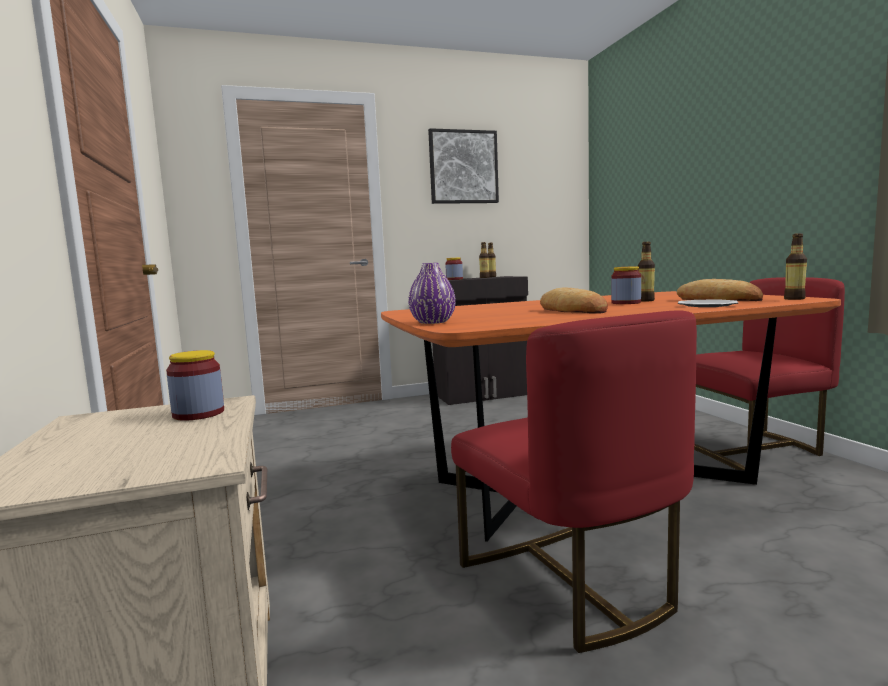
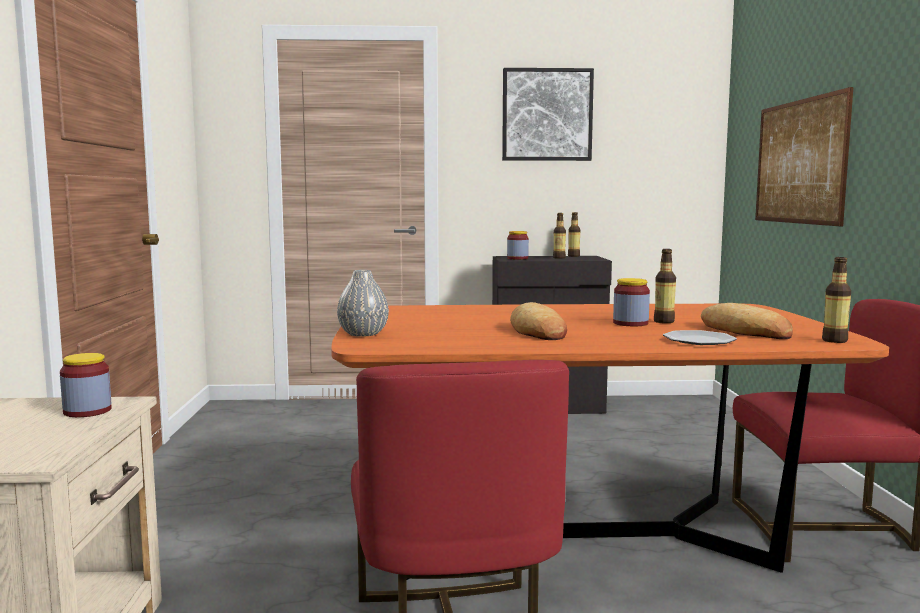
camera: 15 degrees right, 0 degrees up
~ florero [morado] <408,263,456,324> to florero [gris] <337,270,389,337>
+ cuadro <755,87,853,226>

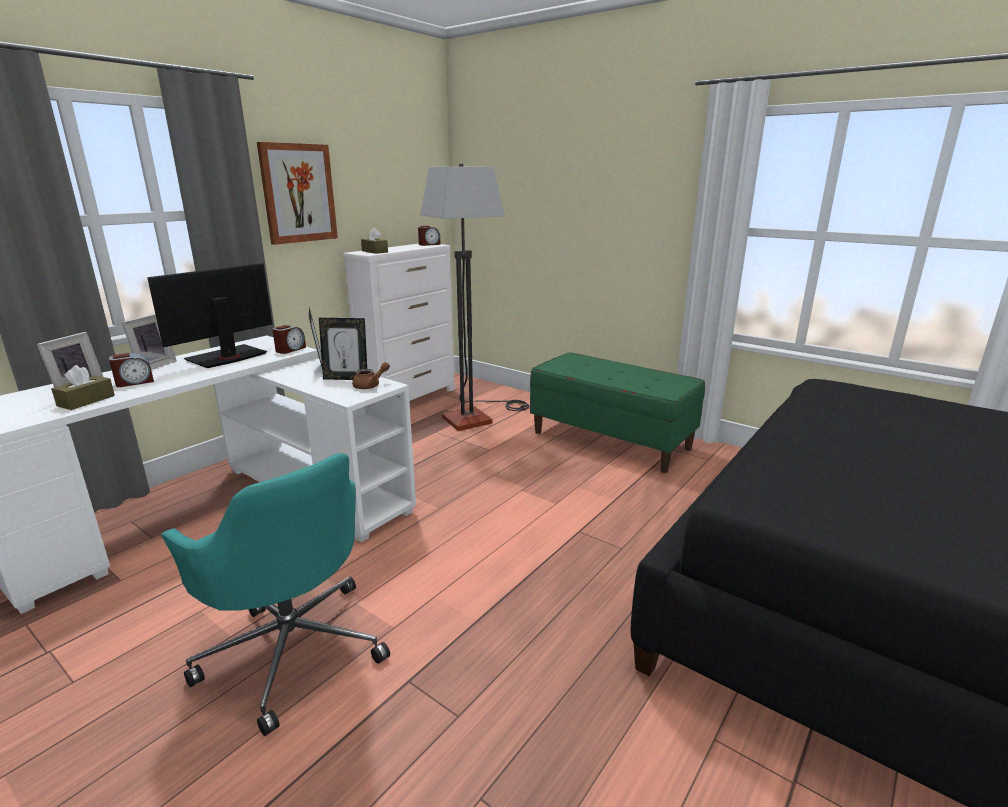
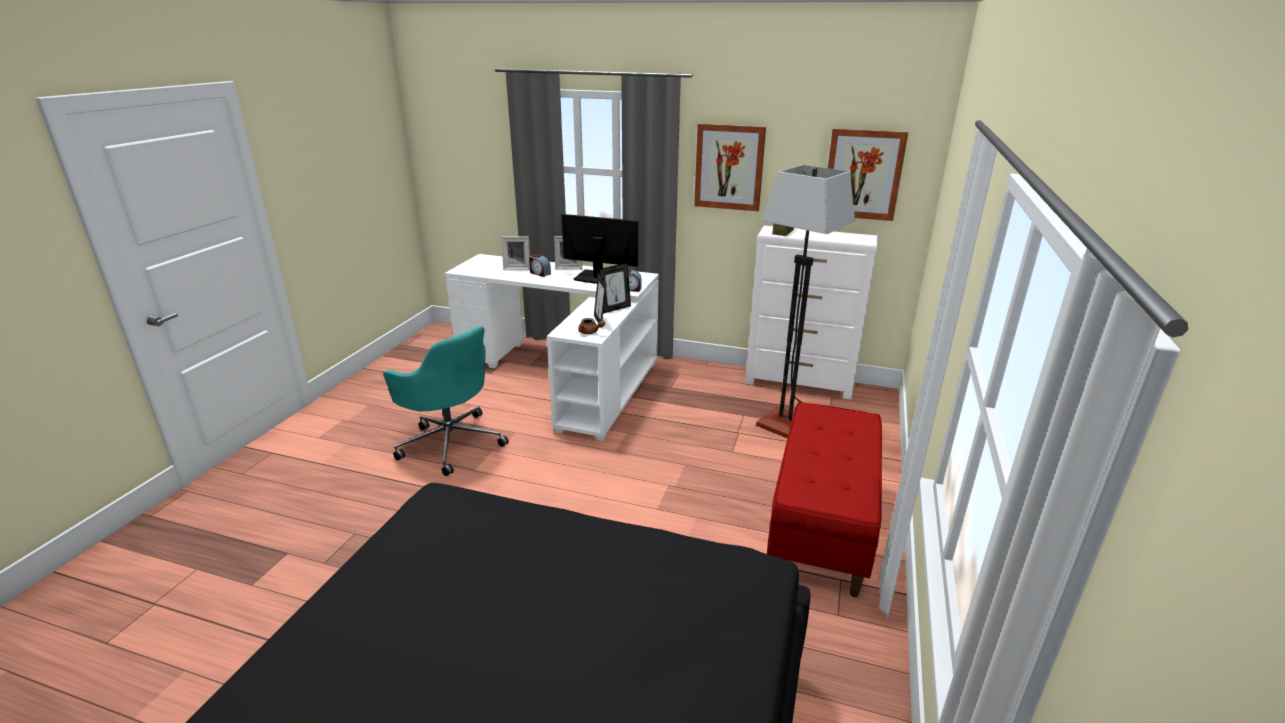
camera: 70 degrees right, 5 degrees up
~ silla de oficina [turquesa] <161,453,390,736> = <383,326,509,476> 75 degrees counterclockwise
~ banco [verde] <530,352,705,473> to banco [rojo] <767,402,882,597>
+ cuadro <828,129,908,221>
- caja de pañuelos [marrón] <51,365,115,410>
- despertador <418,226,441,246>

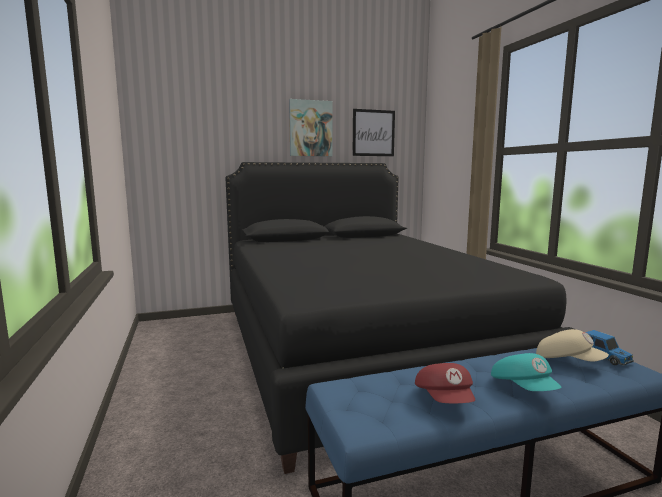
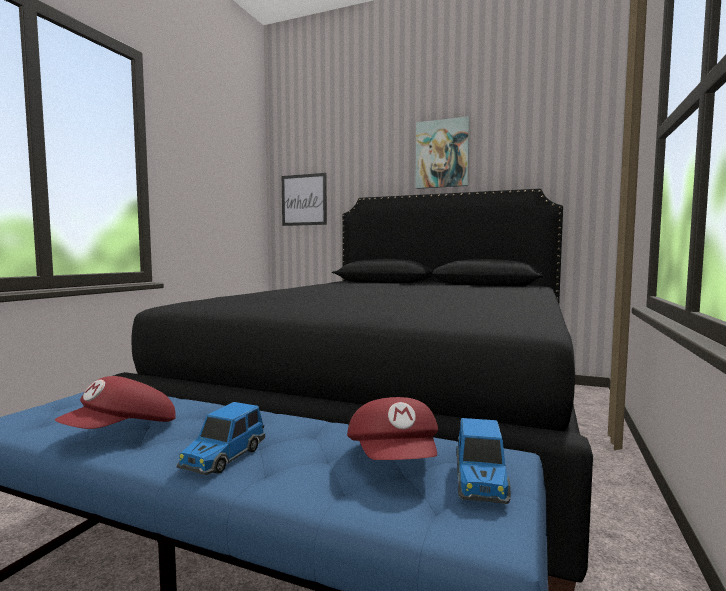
camera: 40 degrees right, 5 degrees down
~ gorra [turquesa] <491,353,562,391> to coche de juguete <177,402,265,475>
~ cuadro <352,109,395,156> to <282,173,327,226>
~ gorra [beis] <536,329,609,362> to gorra [rojo] <347,397,439,460>

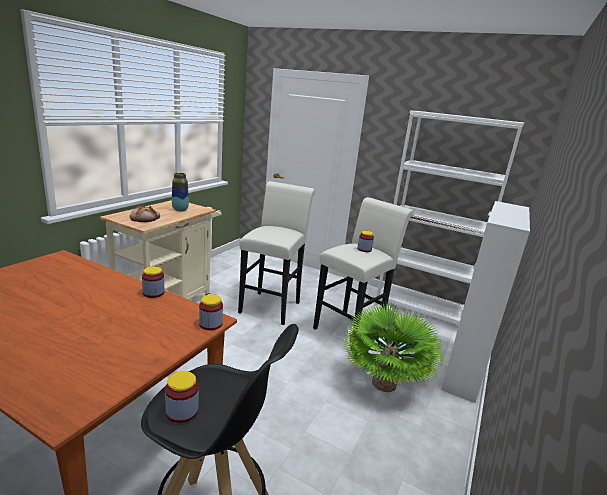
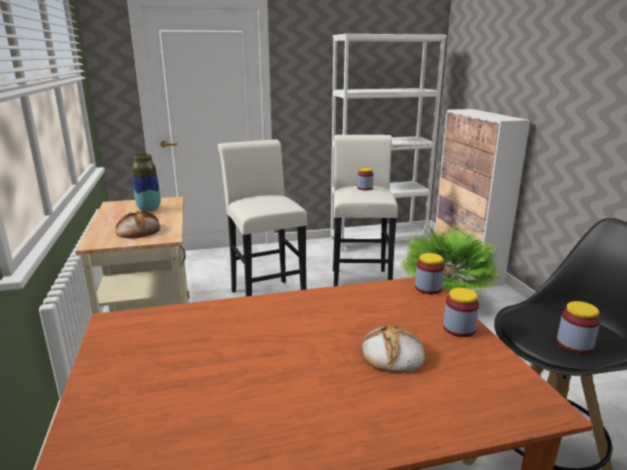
camera: 40 degrees left, 0 degrees up
+ pan <361,325,425,373>
~ tarro <142,266,164,298> to <443,288,479,337>

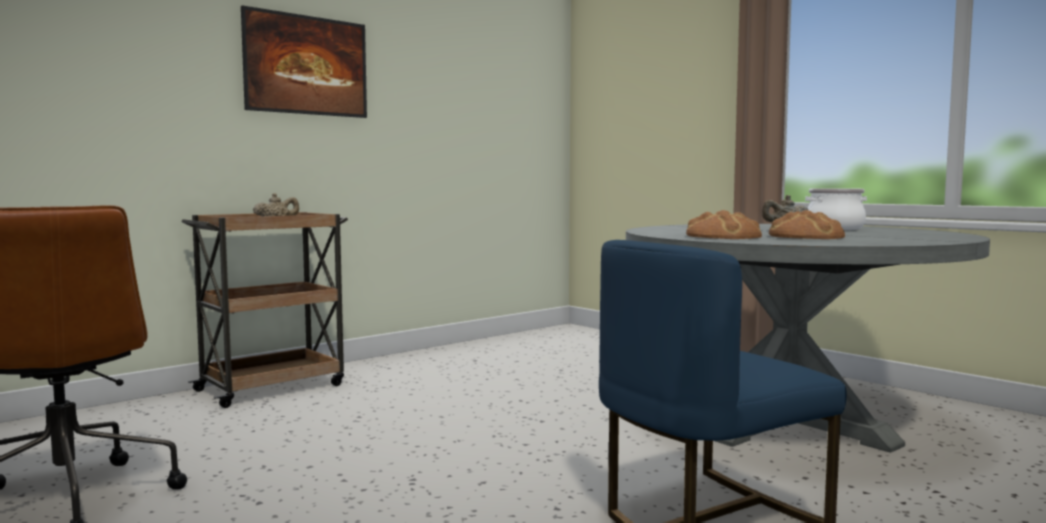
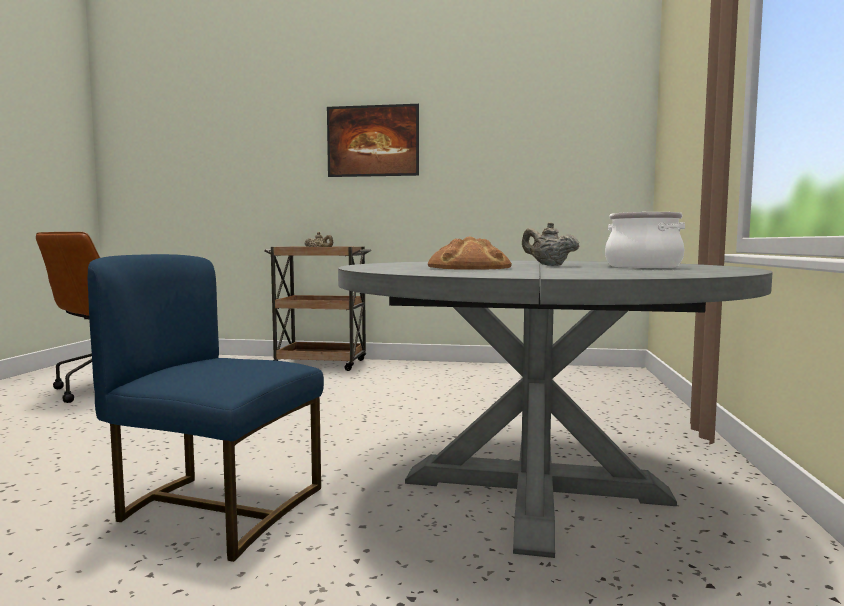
camera: 50 degrees right, 0 degrees up
- pan <686,210,762,239>

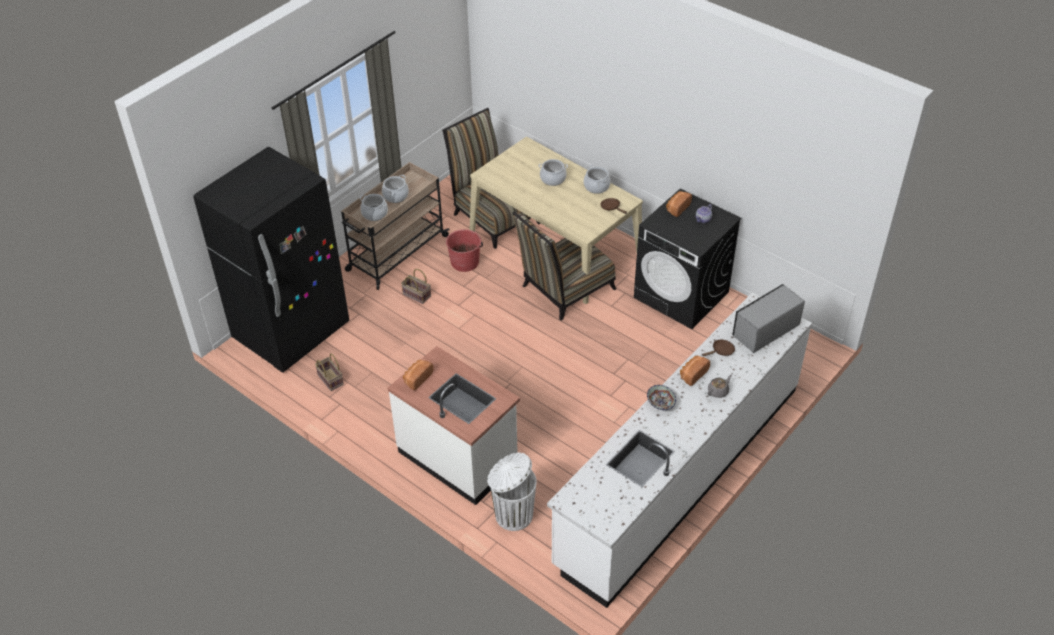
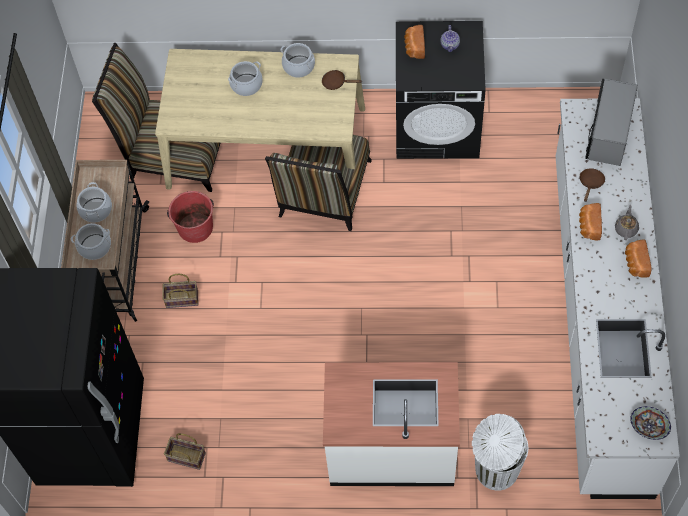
camera: 35 degrees left, 15 degrees up
~ pan <403,360,433,390> to <625,239,651,278>
~ cuenco <647,385,676,410> to <630,406,671,440>

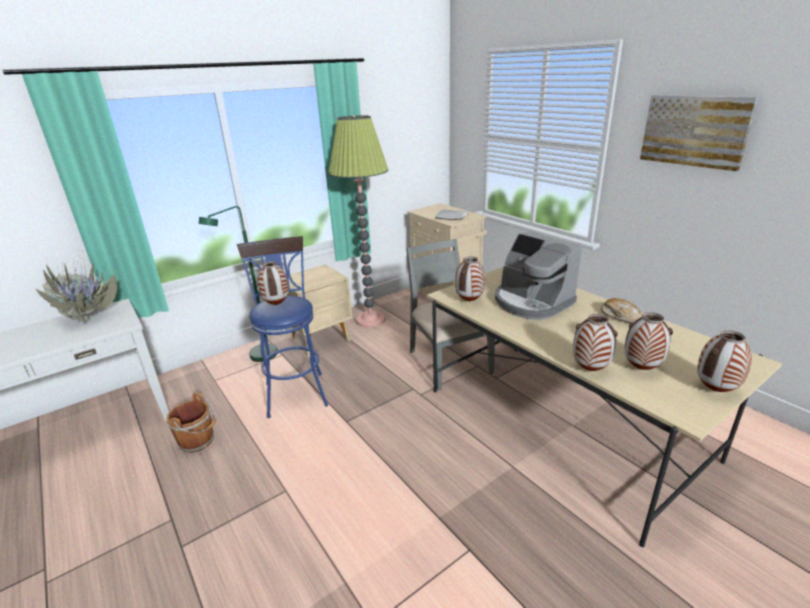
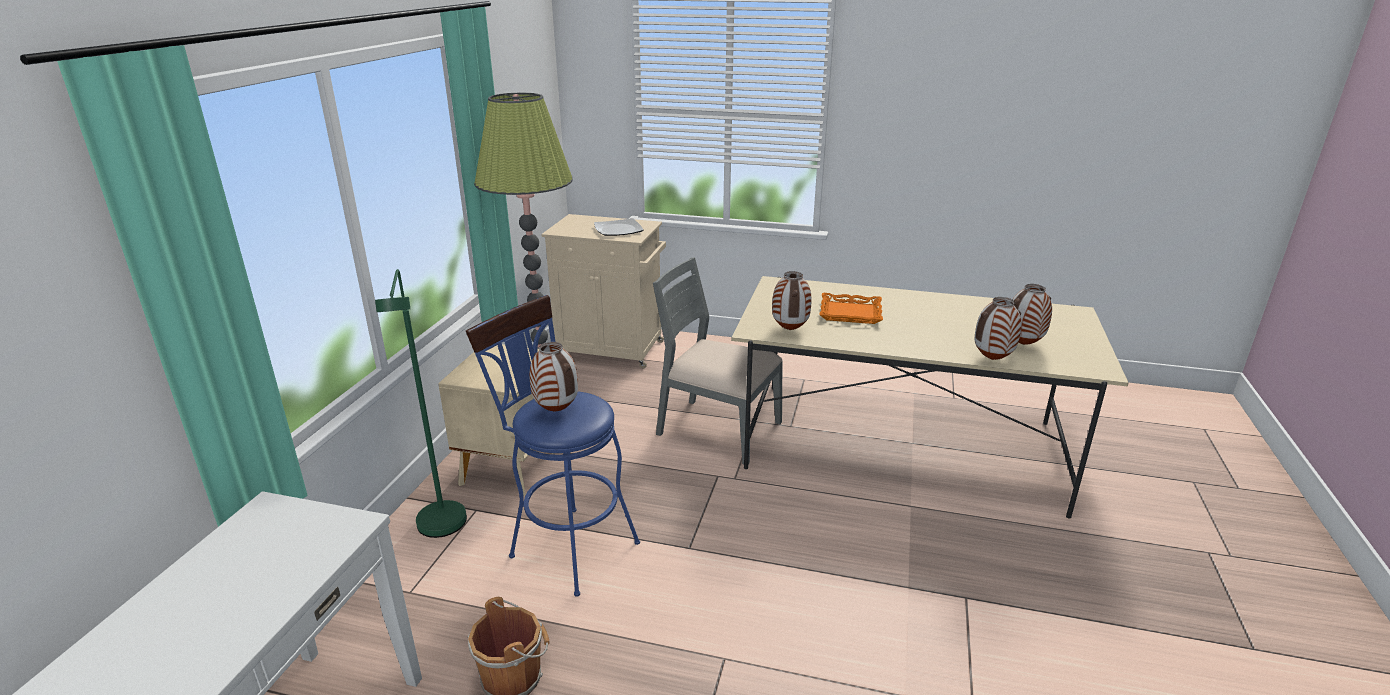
camera: 40 degrees left, 0 degrees up
~ cafetera <495,231,582,320> to bandeja [naranja] <819,293,883,324>
- planta en maceta <32,259,119,326>
- pan <601,298,642,323>
- cuadro <640,95,759,171>
- florero <697,330,752,392>

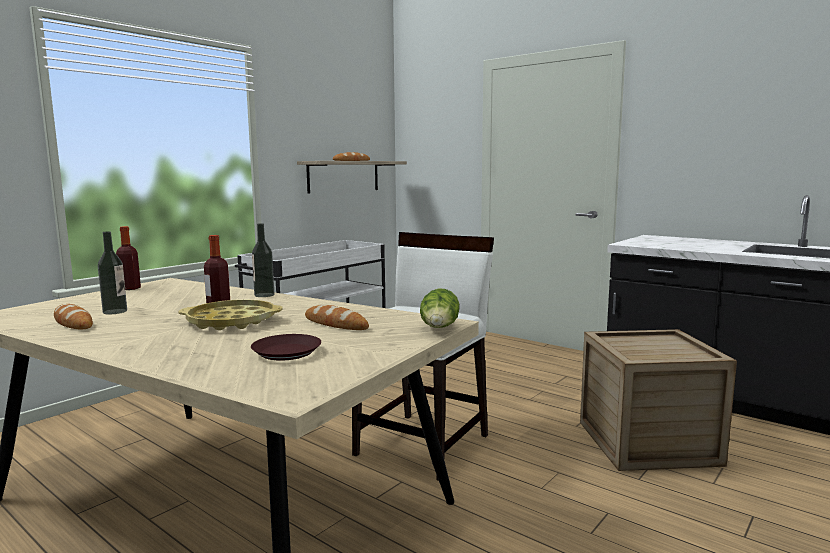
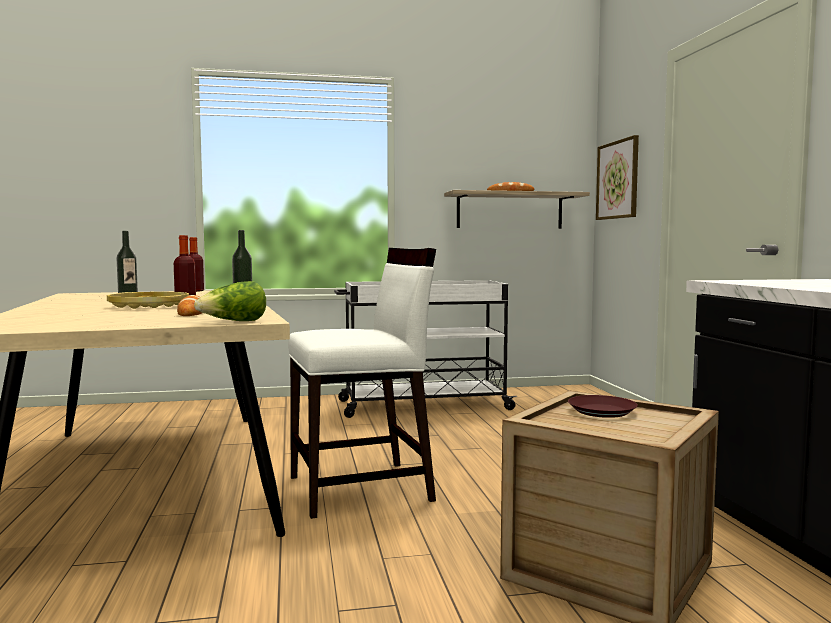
camera: 40 degrees right, 5 degrees down
~ plato [marrón] <251,334,321,360> to <568,395,638,418>
+ cuadro <596,135,639,220>
- pan <54,304,93,329>

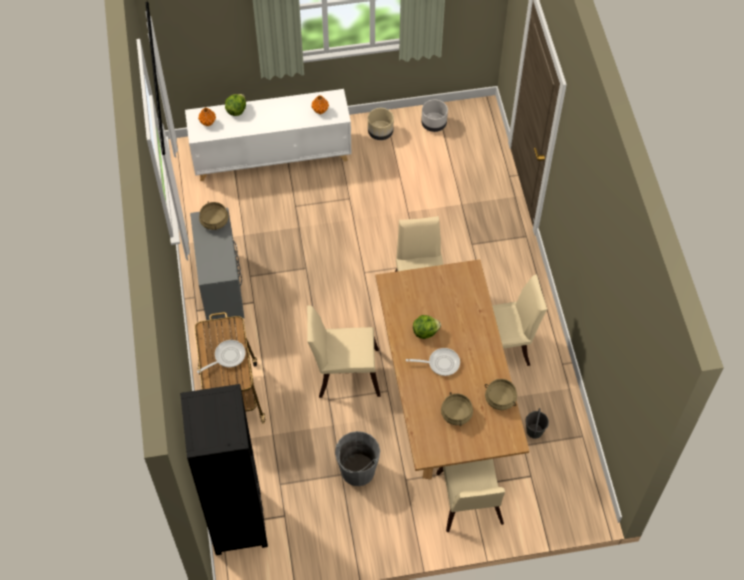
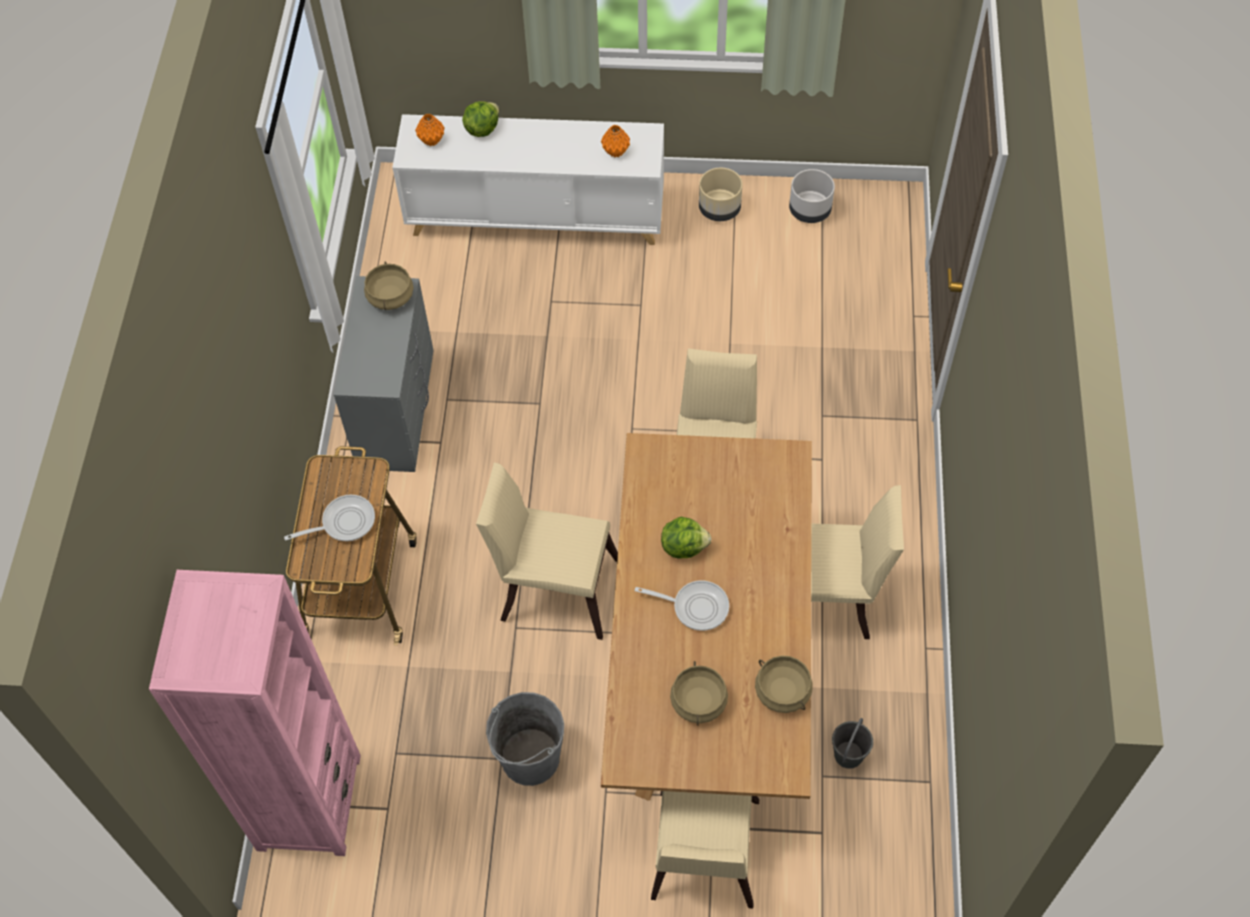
camera: 15 degrees right, 0 degrees up
~ estantería [negro] <180,384,268,555> to estantería [rosa] <149,570,361,856>

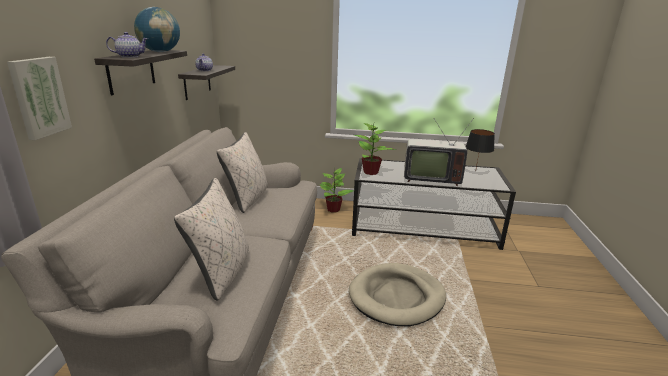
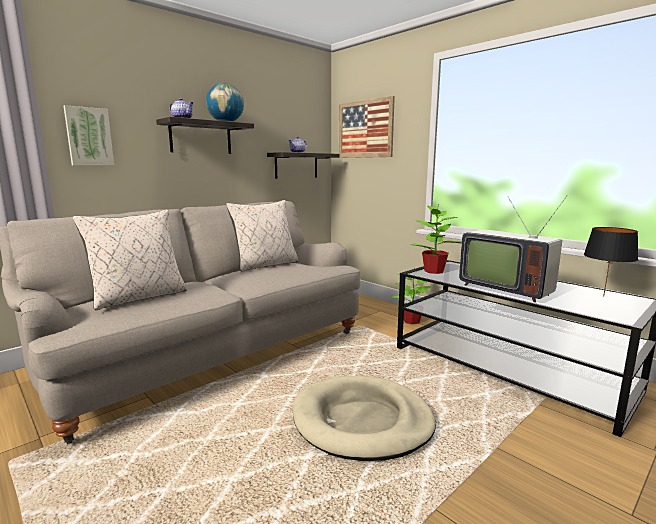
camera: 40 degrees right, 10 degrees down
+ cuadro <339,96,395,158>

